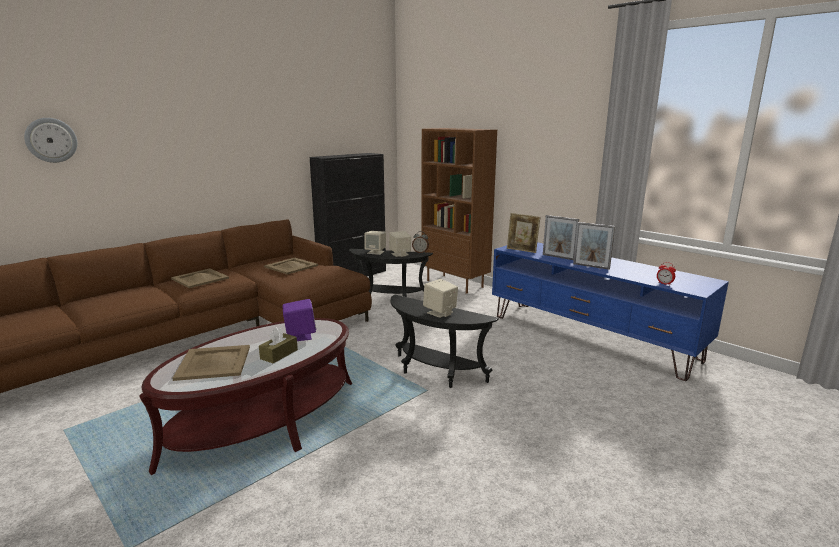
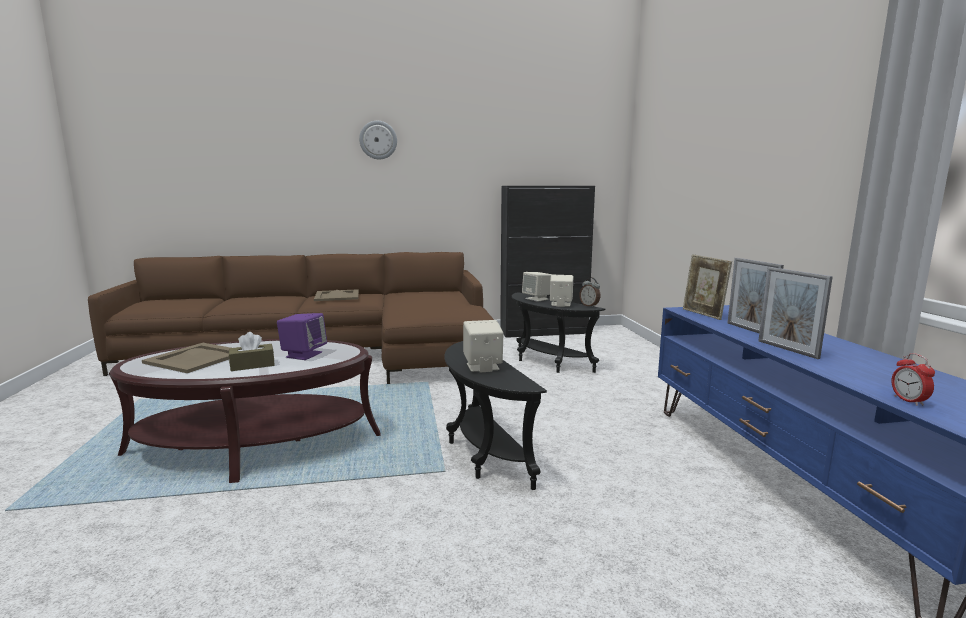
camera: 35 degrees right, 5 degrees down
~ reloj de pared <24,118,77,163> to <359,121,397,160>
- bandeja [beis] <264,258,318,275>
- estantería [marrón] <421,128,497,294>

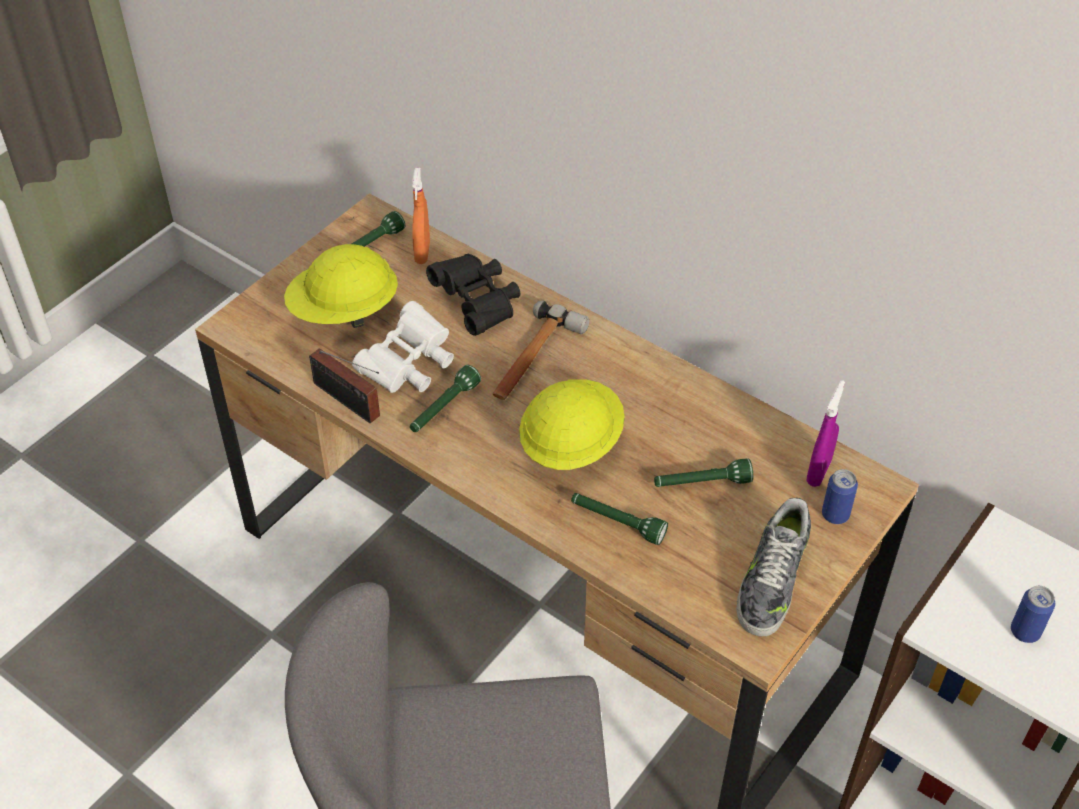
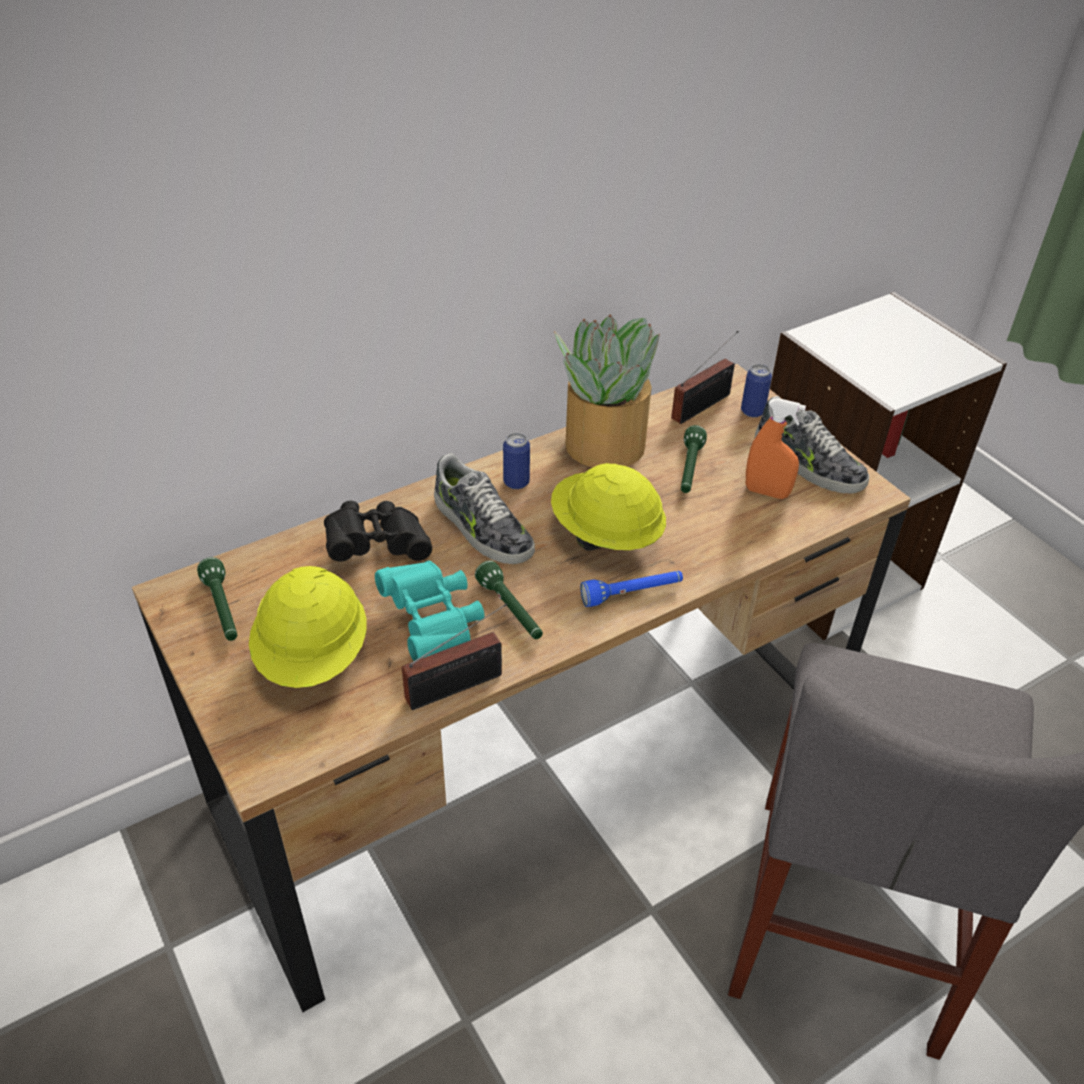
camera: 70 degrees left, 5 degrees down
~ prismáticos [blanco] <352,301,454,393> to prismáticos [turquesa] <375,561,484,661>
~ martillo <493,300,589,400> to zapato <434,453,535,564>
~ lata <1011,586,1055,643> to <503,433,530,489>
+ planta en maceta <554,315,660,468>
+ linterna [azul] <581,571,683,607>
~ pulverizador [morado] <807,380,845,487> to radio <671,331,739,424>
~ pulverizador [naranja] <412,168,430,264> to <746,398,806,499>
- linterna [verde] <571,493,668,545>

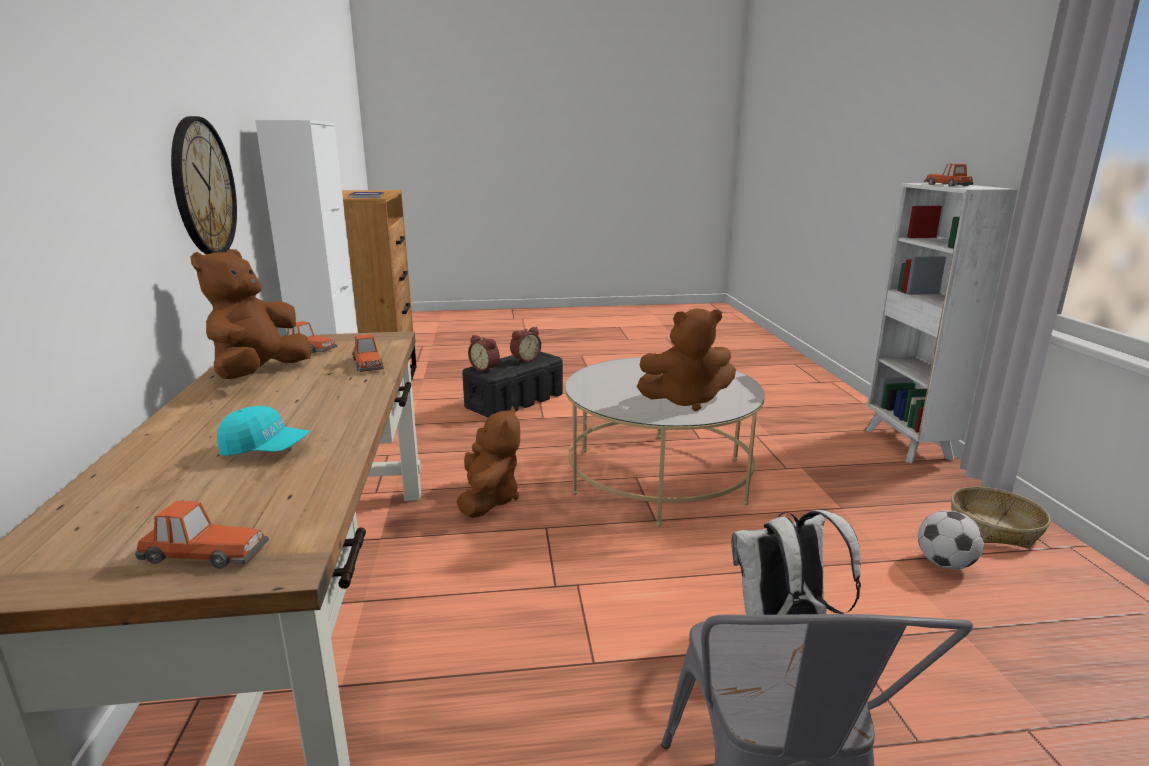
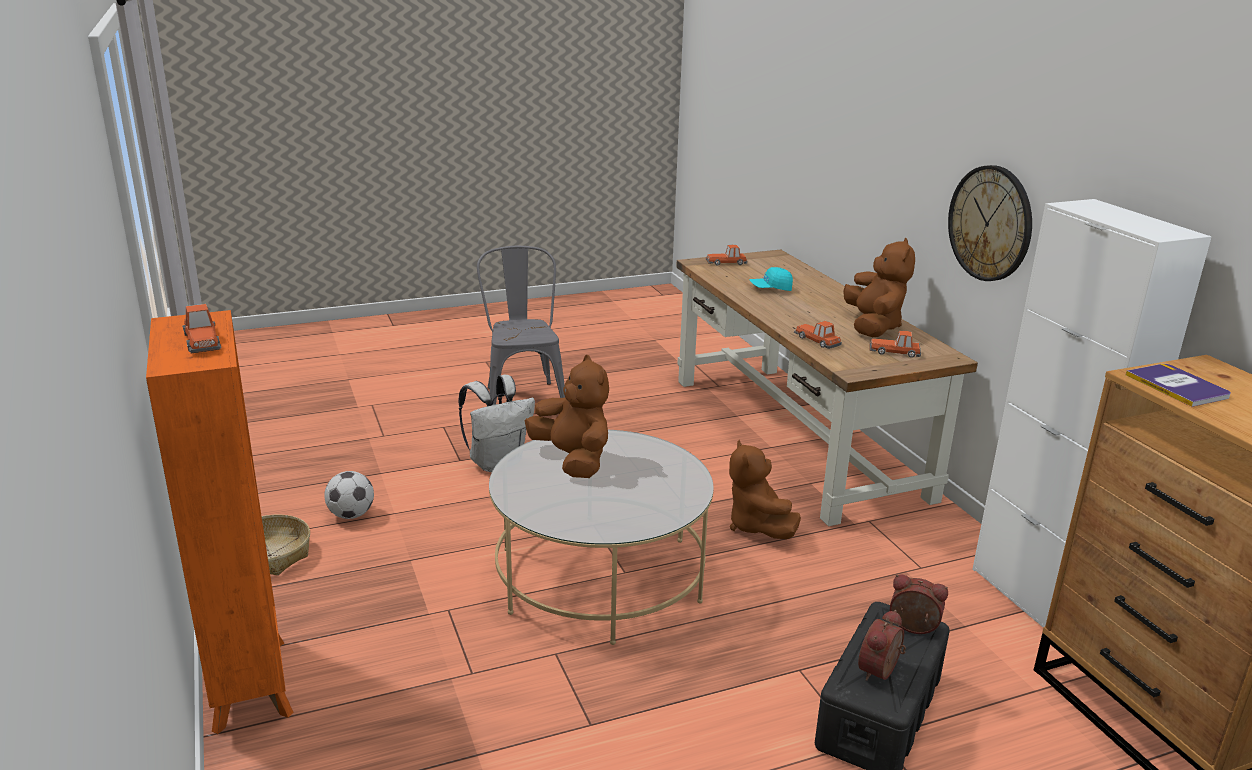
camera: 165 degrees right, 5 degrees up
~ estantería [blanco] <865,183,1018,463> to estantería [naranja] <146,310,293,734>
~ peluche [marrón] <637,308,736,411> = <525,355,609,478> 75 degrees clockwise

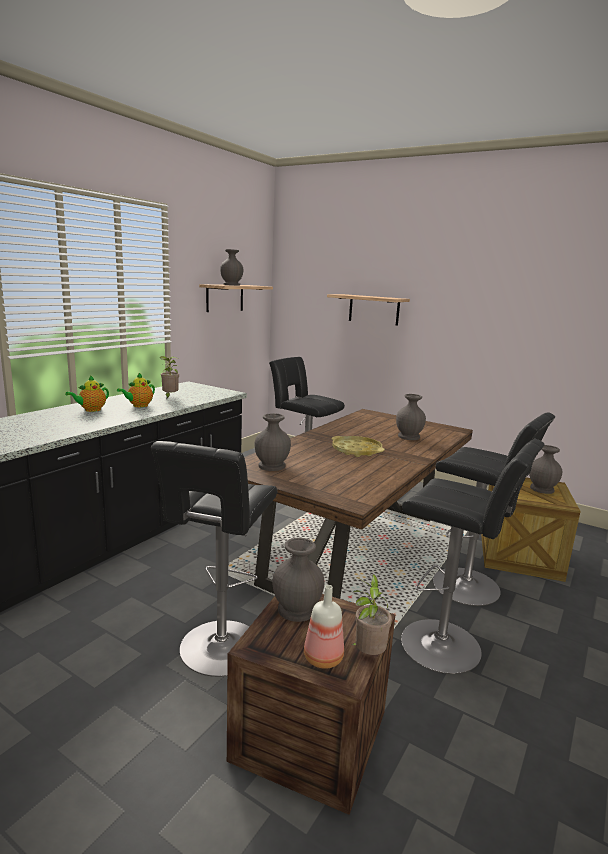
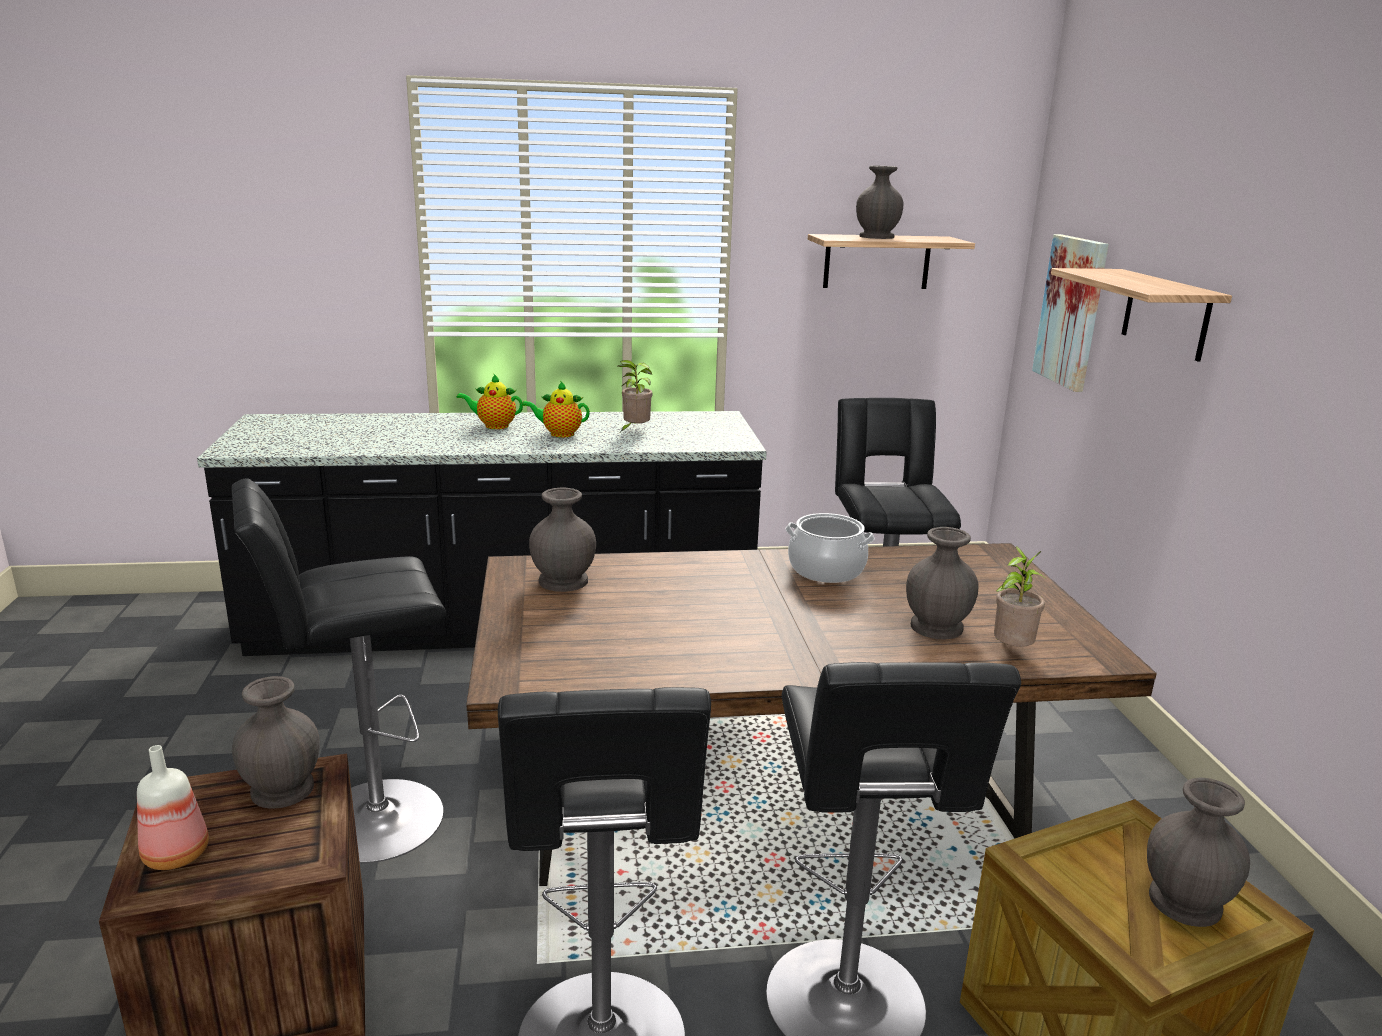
camera: 50 degrees right, 5 degrees up
+ olla <786,513,875,583>
~ planta en maceta <352,574,392,655> to <994,546,1047,647>
+ cuadro <1032,234,1109,392>
- bandeja [amarillo] <332,436,384,457>

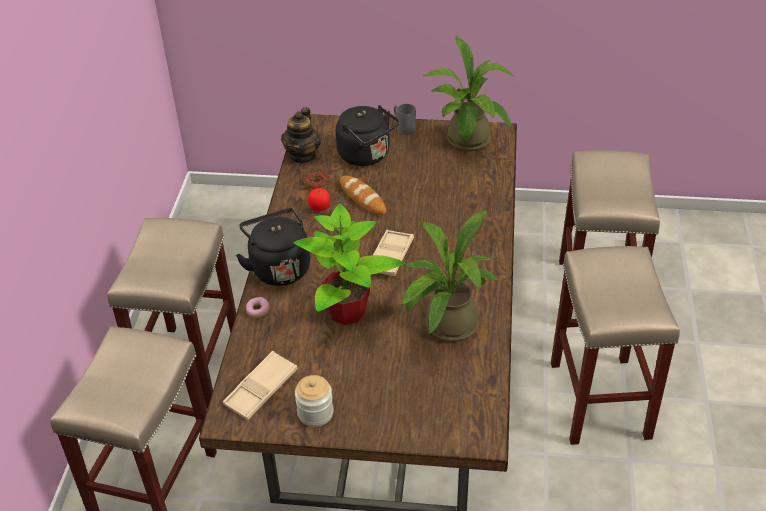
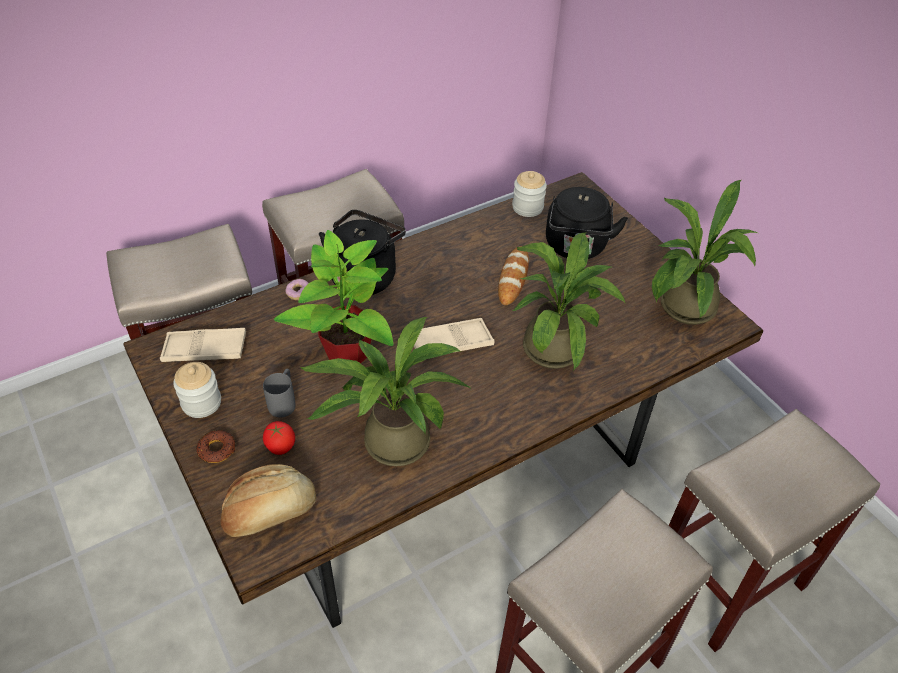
camera: 50 degrees right, 5 degrees up
~ rosquilla <304,171,330,189> to <196,430,235,463>
+ pan <220,464,316,537>
~ taza grande [gris] <394,104,416,135> to <263,368,296,417>
~ tomate <308,188,330,211> to <263,421,295,455>
~ tetera <281,107,321,164> to tarro <512,171,547,217>
+ planta en maceta <512,233,626,370>

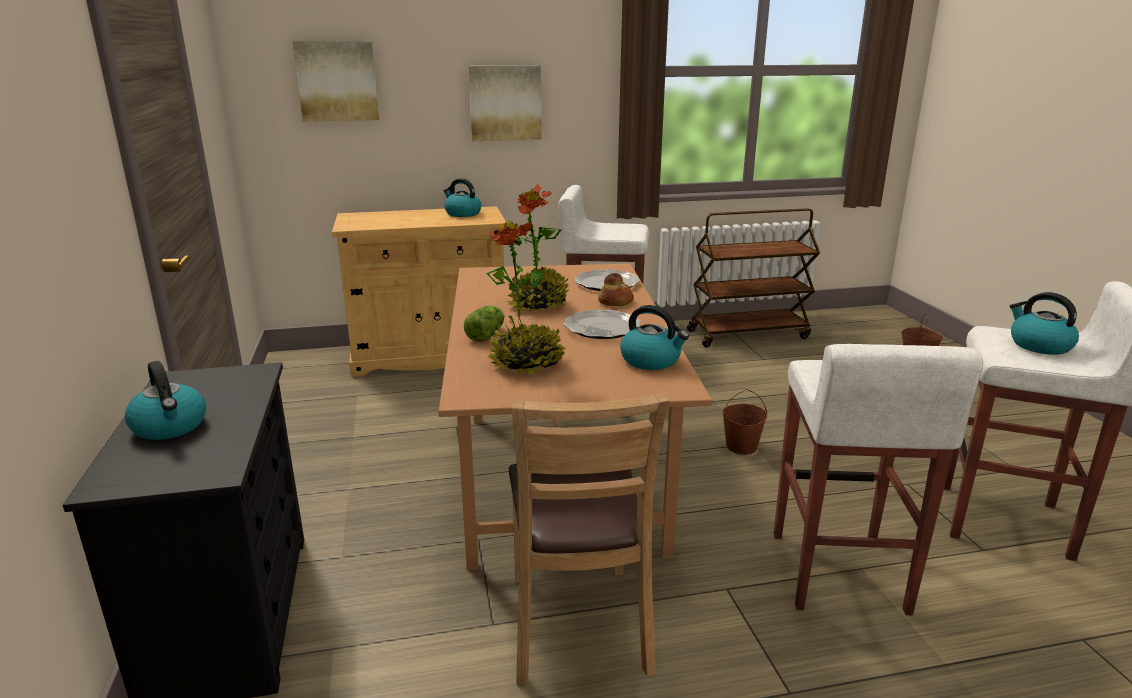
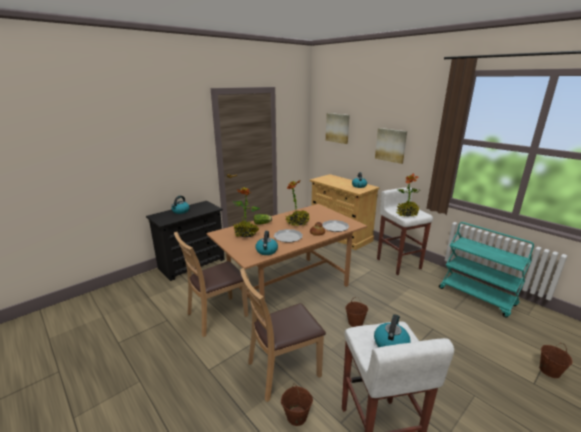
camera: 60 degrees right, 0 degrees up
~ taburete [blanco] <774,344,983,616> to silla [marrón] <240,268,326,402>
+ cubo [marrón] <281,383,313,426>
+ planta en maceta <397,173,420,217>
~ carrito [marrón] <687,208,820,347> to carrito [turquesa] <439,222,534,318>

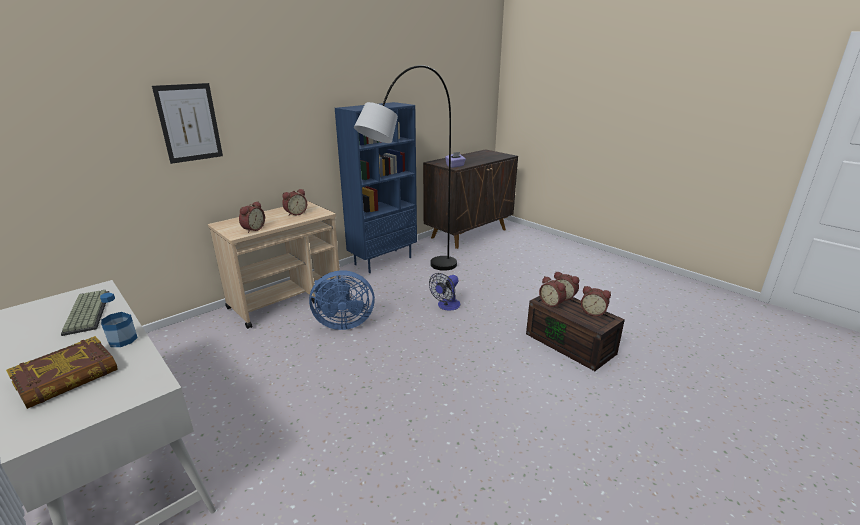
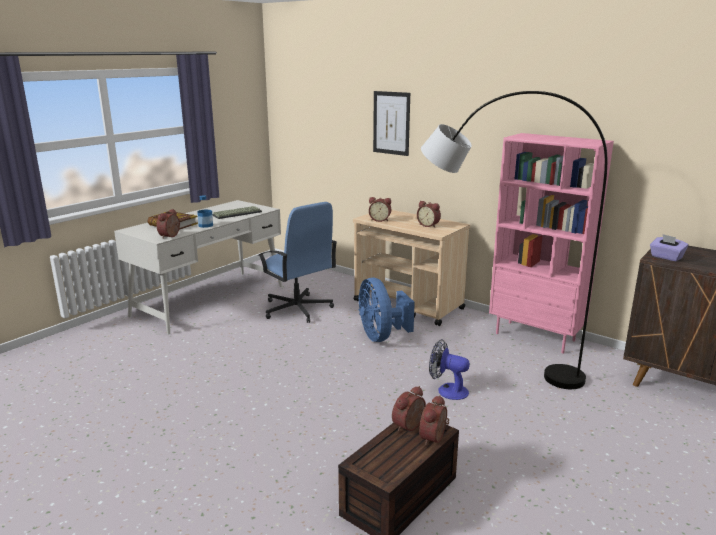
camera: 80 degrees right, 5 degrees down
~ despertador <581,286,611,316> to <157,209,180,239>
+ silla de oficina [azul] <258,202,337,323>
~ estantería [azul] <335,102,417,273> to estantería [rosa] <489,133,614,354>

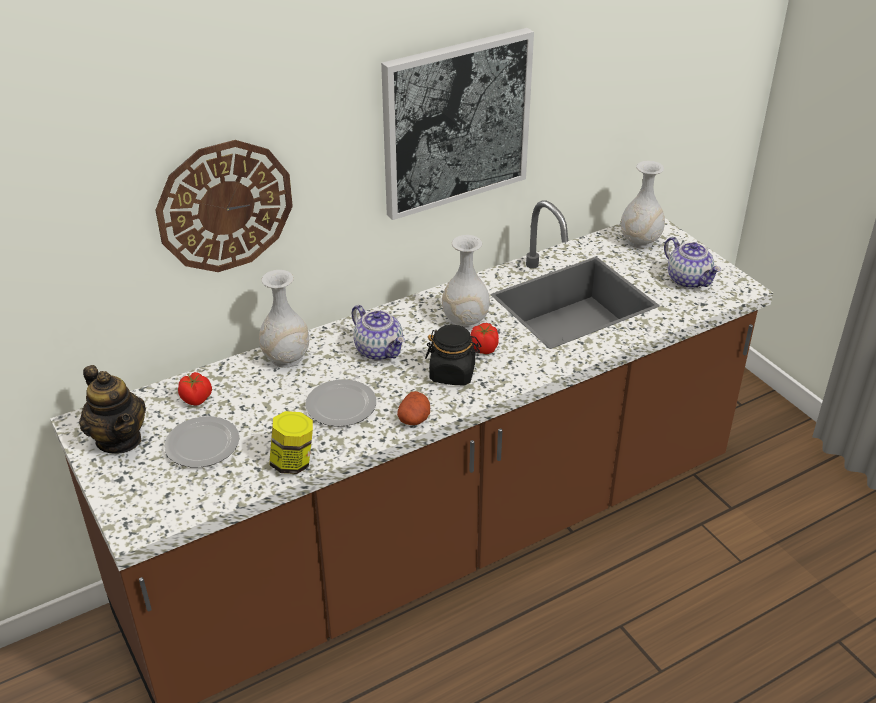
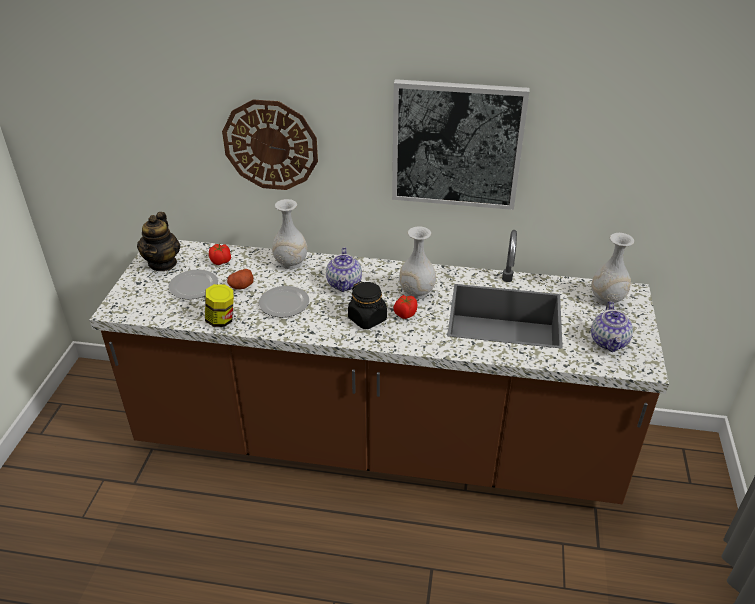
camera: 40 degrees right, 0 degrees up
~ patata <397,391,430,425> to <227,269,254,289>

